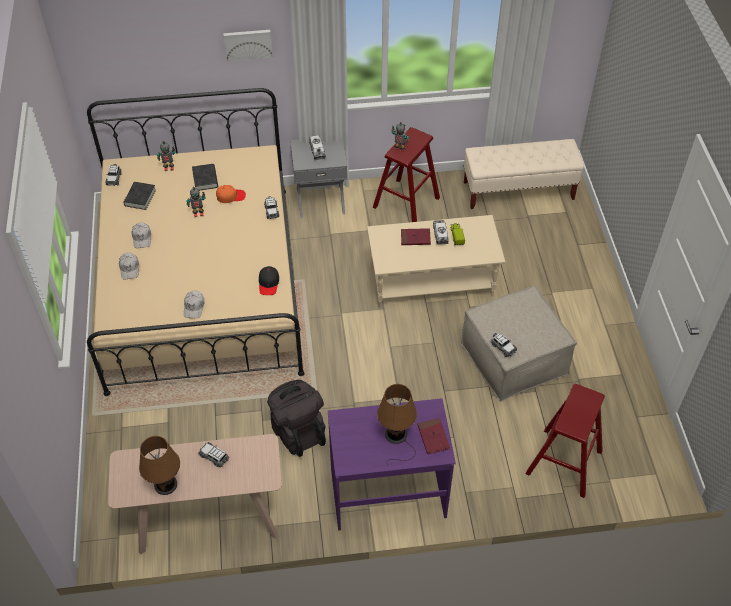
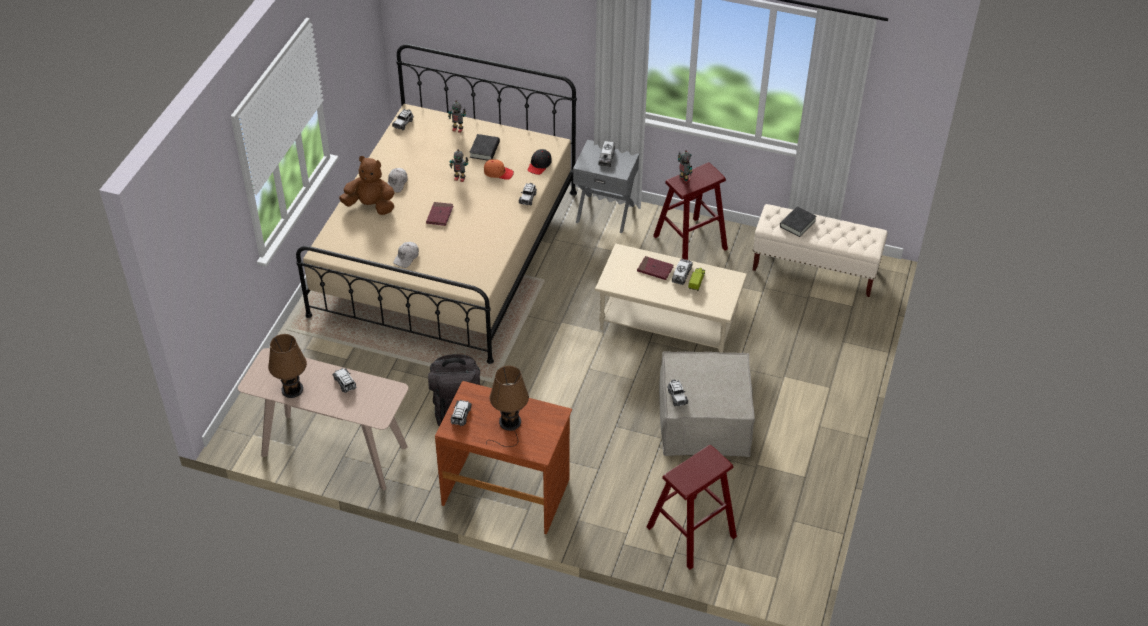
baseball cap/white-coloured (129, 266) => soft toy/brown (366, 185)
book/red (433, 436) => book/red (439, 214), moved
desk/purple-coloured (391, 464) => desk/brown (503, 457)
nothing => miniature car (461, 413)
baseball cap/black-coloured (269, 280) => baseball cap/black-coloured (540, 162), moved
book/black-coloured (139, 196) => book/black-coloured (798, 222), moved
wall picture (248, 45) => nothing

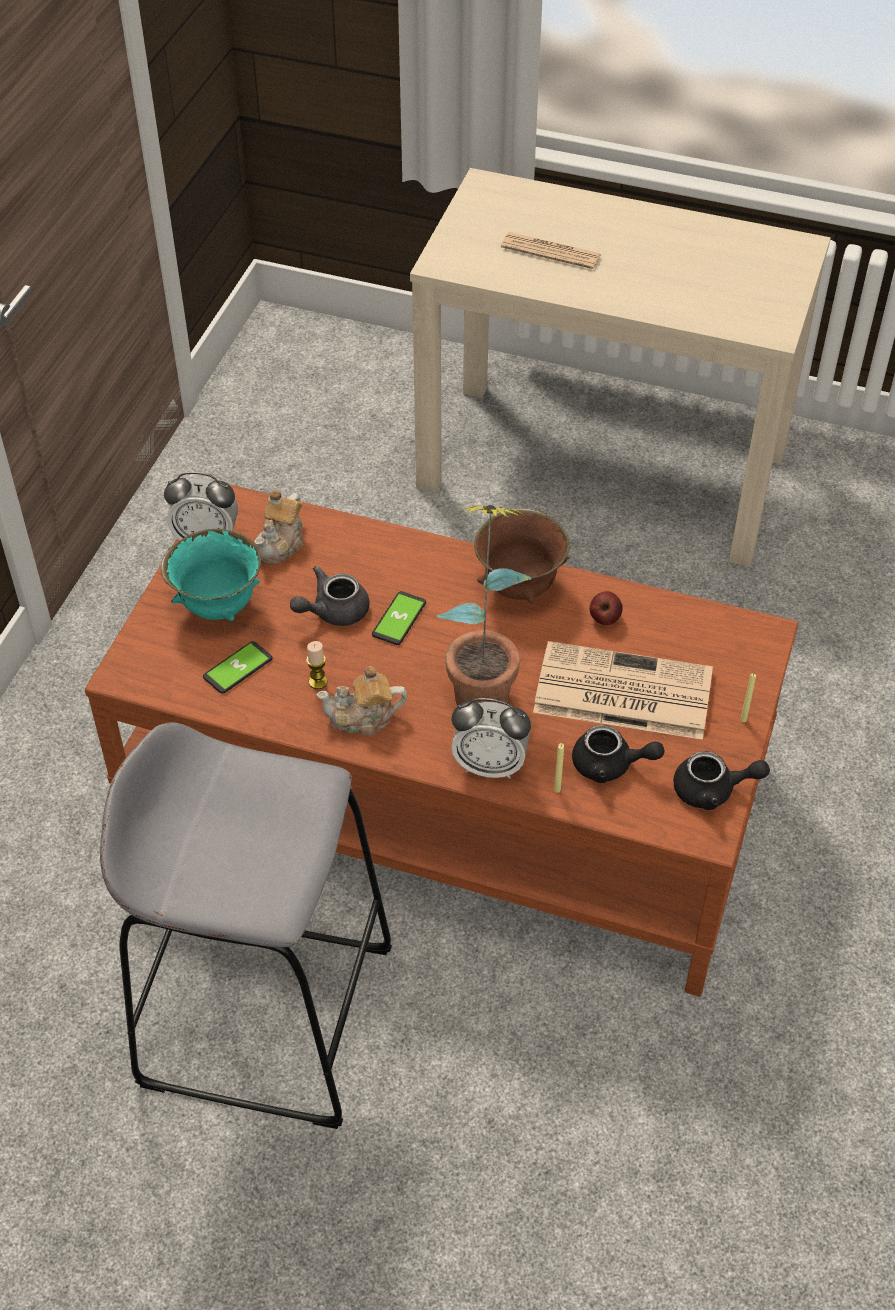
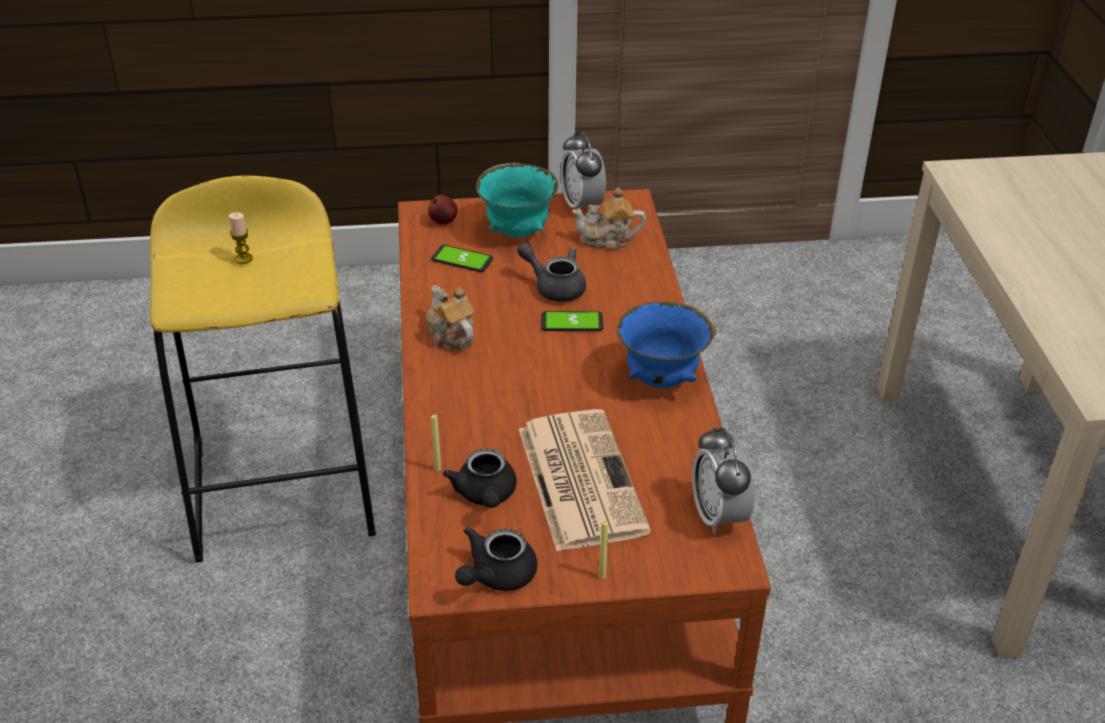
stool seat/grey (246, 925) => stool seat/yellowish (263, 369)
candle (316, 665) => candle (241, 238), moved
whole apple (606, 608) => whole apple (443, 210), moved
teapot/black-coloured (721, 780) => teapot/black-coloured (496, 559), 60 degrees clockwise
serving bowl/brown (522, 555) => serving bowl/bluish (666, 345)
table clock (491, 738) => table clock (723, 480), moved
houseplant (484, 605) => nothing
newspaper (551, 250) => nothing

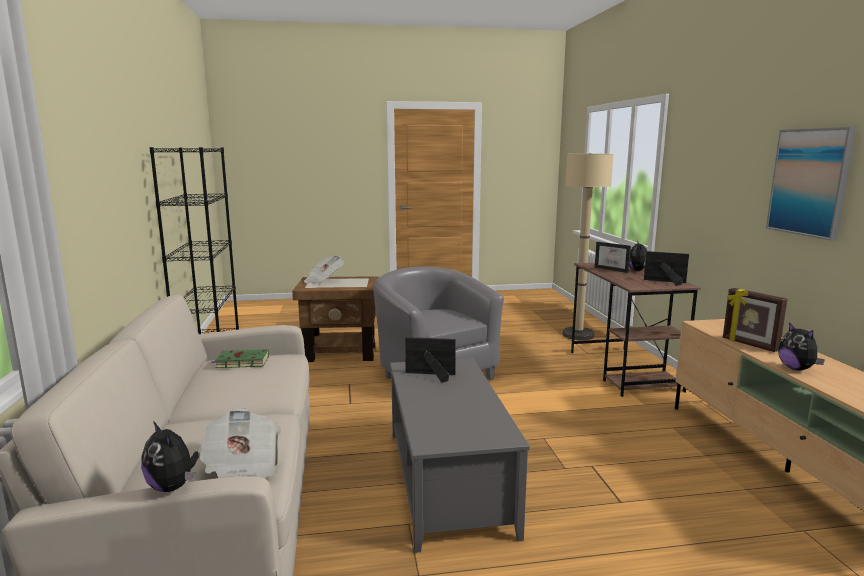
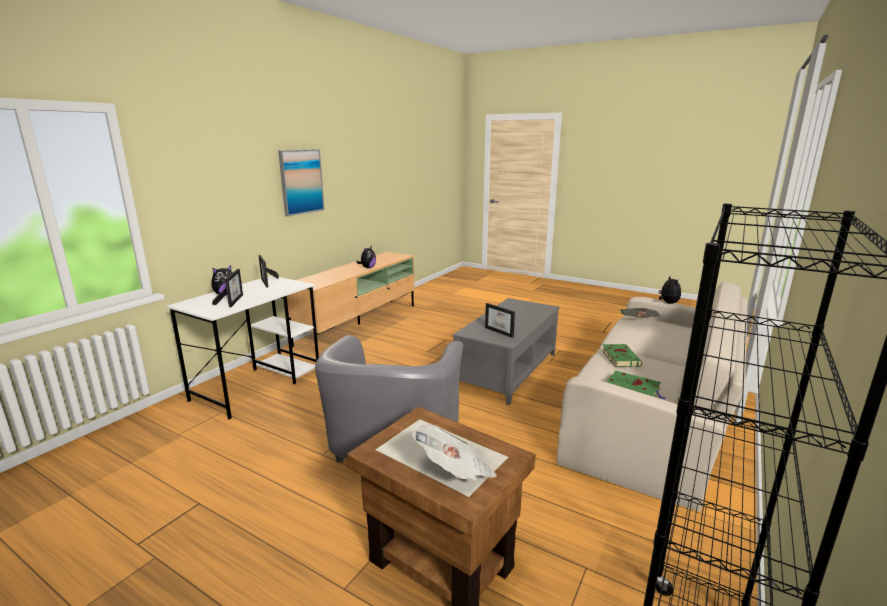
desk/brown (636, 330) => desk/white-coloured (242, 347)
nothing => book/green-coloured (622, 355)
floor lamp/sand-coloured (588, 246) => nothing
picture frame (755, 320) => nothing

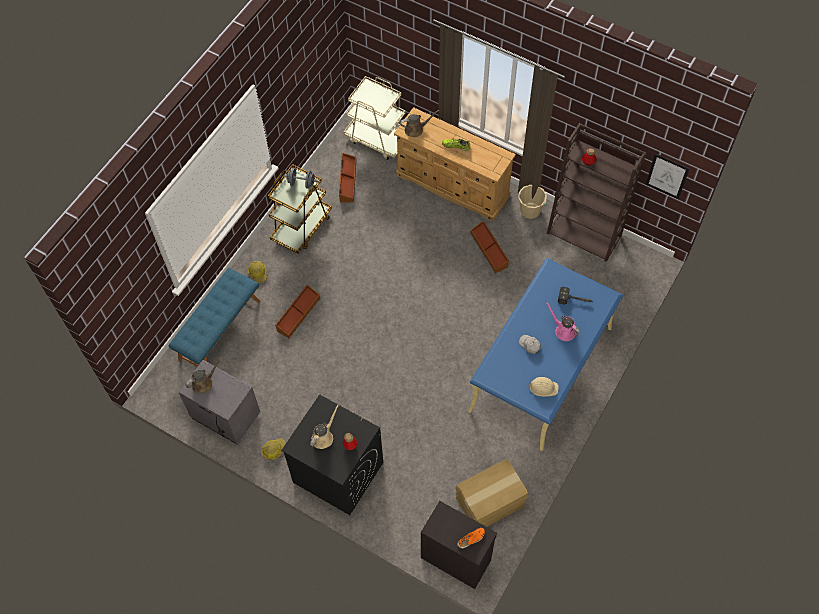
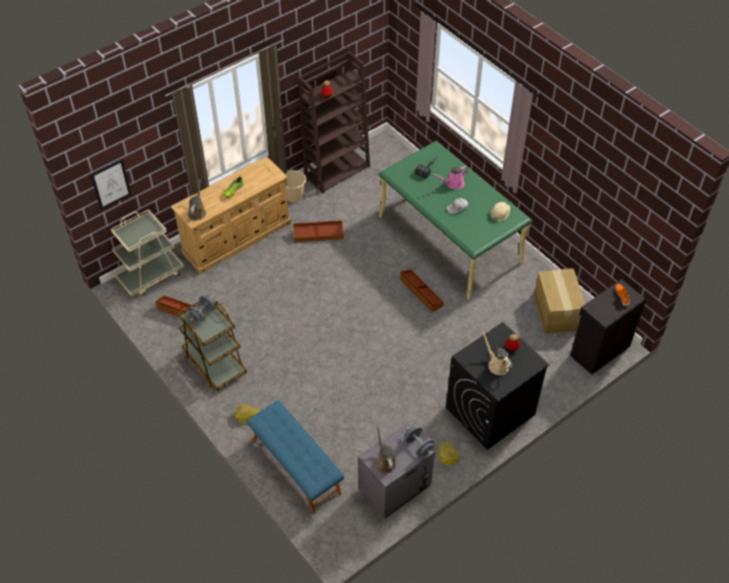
wall picture (668, 176) => wall picture (111, 184), moved
desk/bluish (545, 354) => desk/green-coloured (456, 220)
storage container/brown (297, 311) => storage container/brown (422, 290), moved
nothing => dumbbell/grey (419, 441)

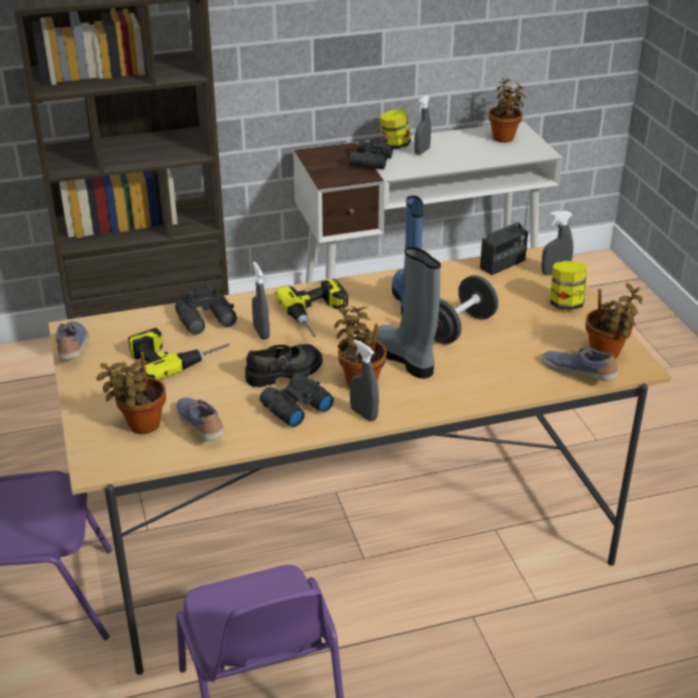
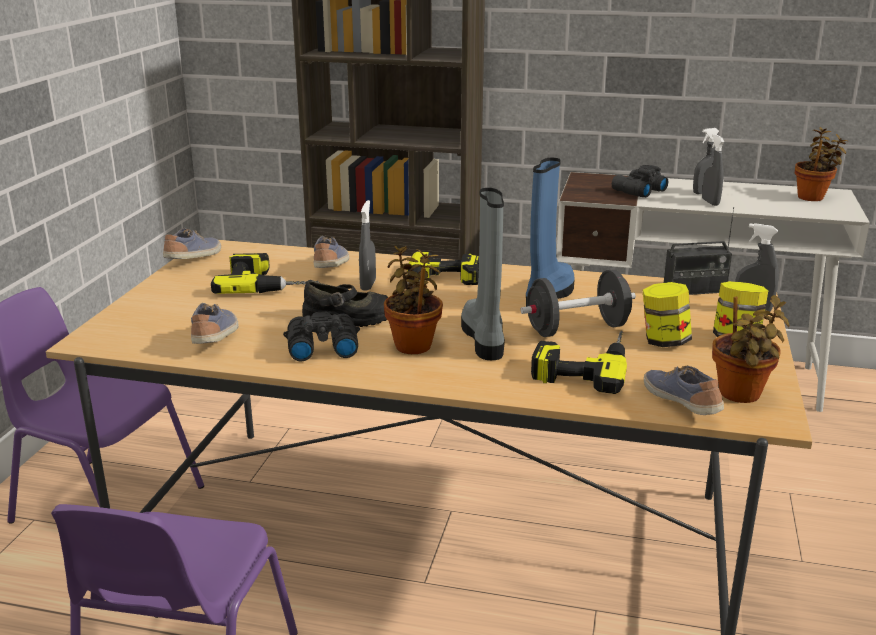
pair of binoculars/black-coloured (206, 308) => shoe (331, 252)
nothing => drill (579, 362)
preserve jar (395, 129) => preserve jar (667, 314), moved
spray bottle/grey (364, 380) => spray bottle/grey (713, 170), moved
houseplant (131, 393) => nothing

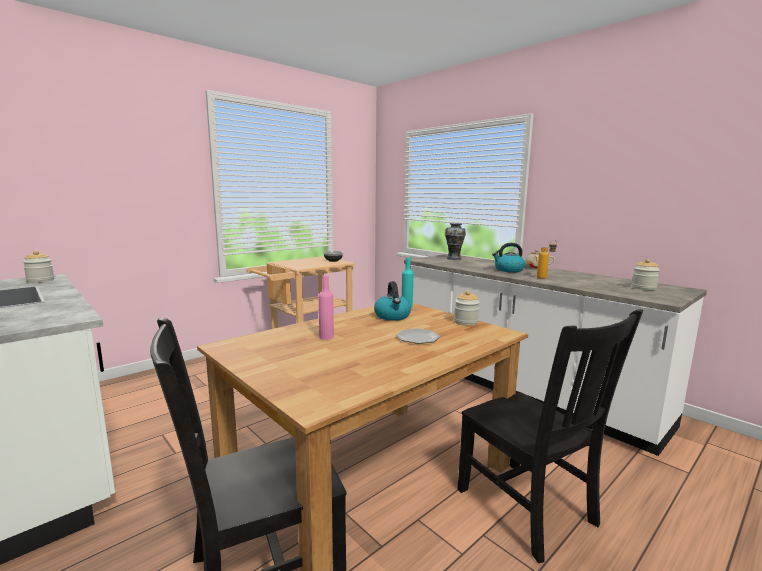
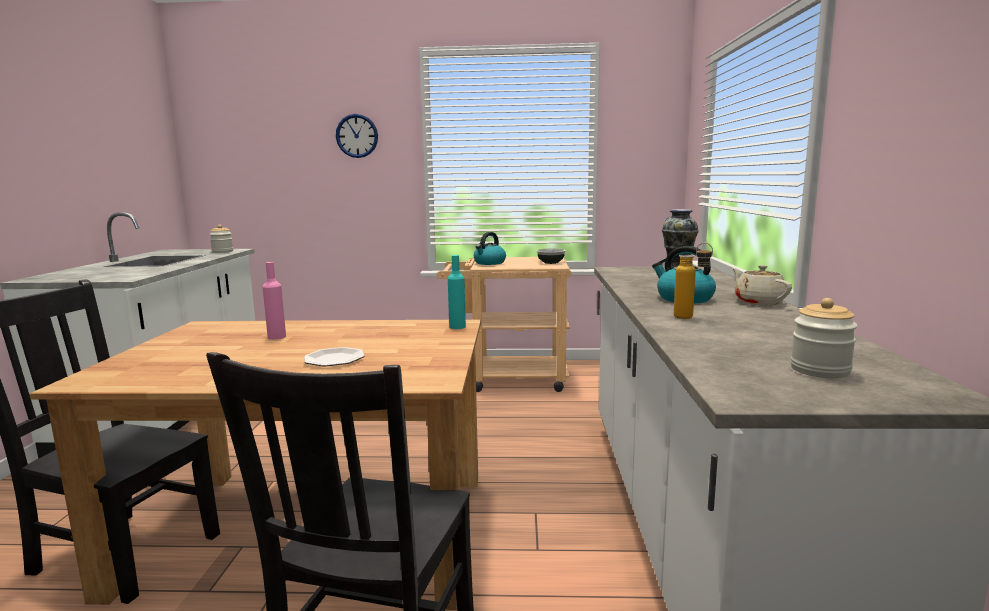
nothing => clock on the wall (357, 136)
tea kettle (392, 301) => tea kettle (490, 248), moved
preserve jar (467, 308) => nothing

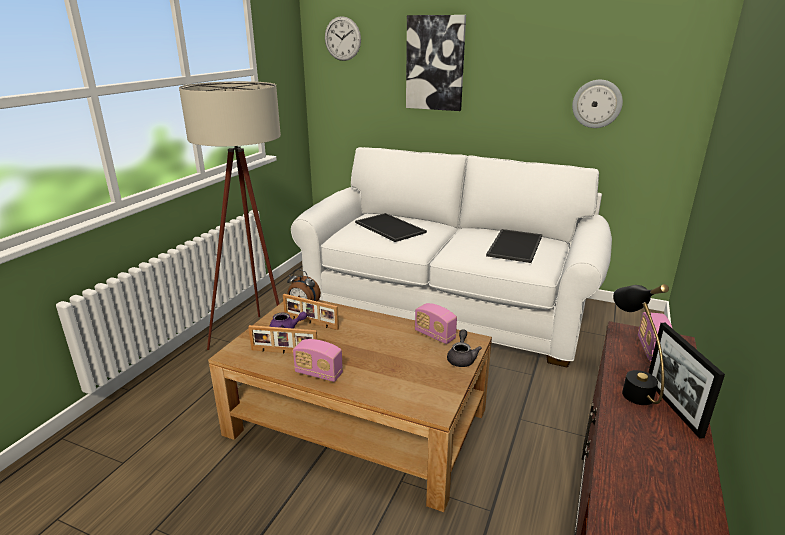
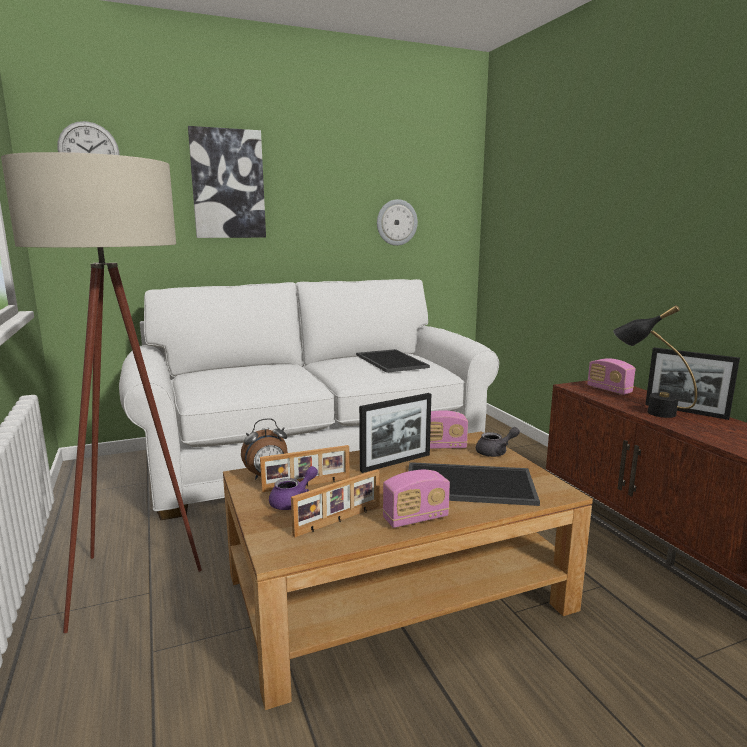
nothing => picture frame (395, 433)
serving tray (391, 227) => serving tray (474, 484), moved
teapot/grey (464, 348) => teapot/grey (498, 442), 105 degrees clockwise

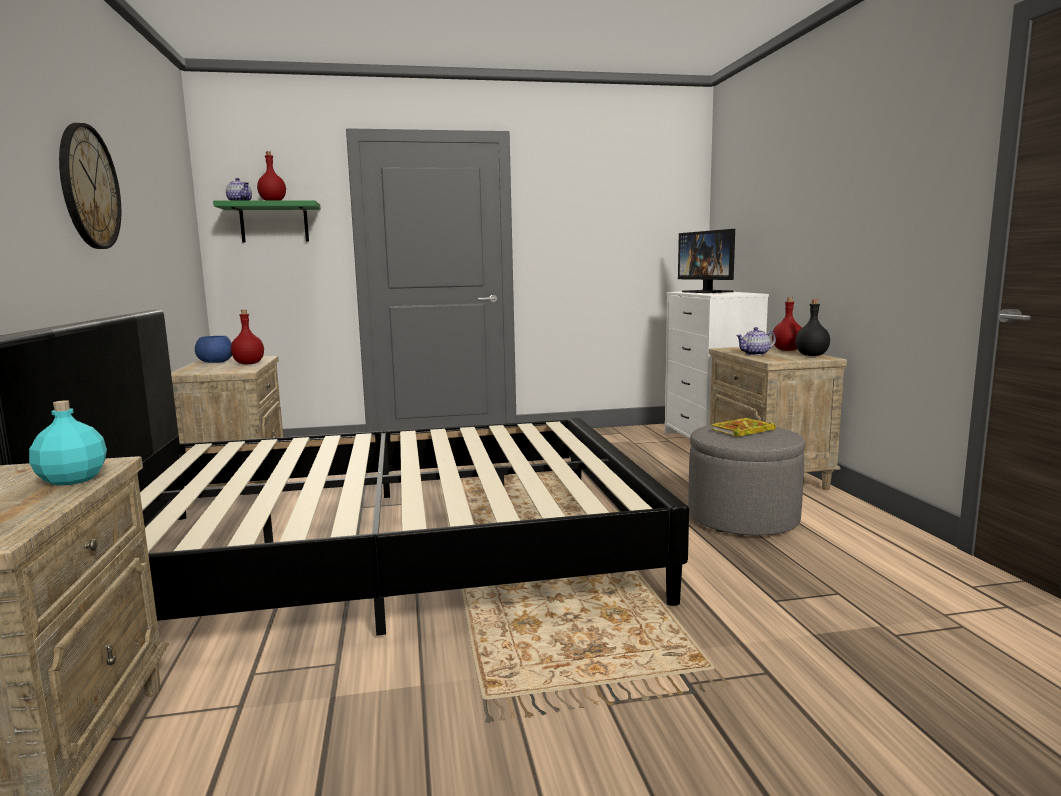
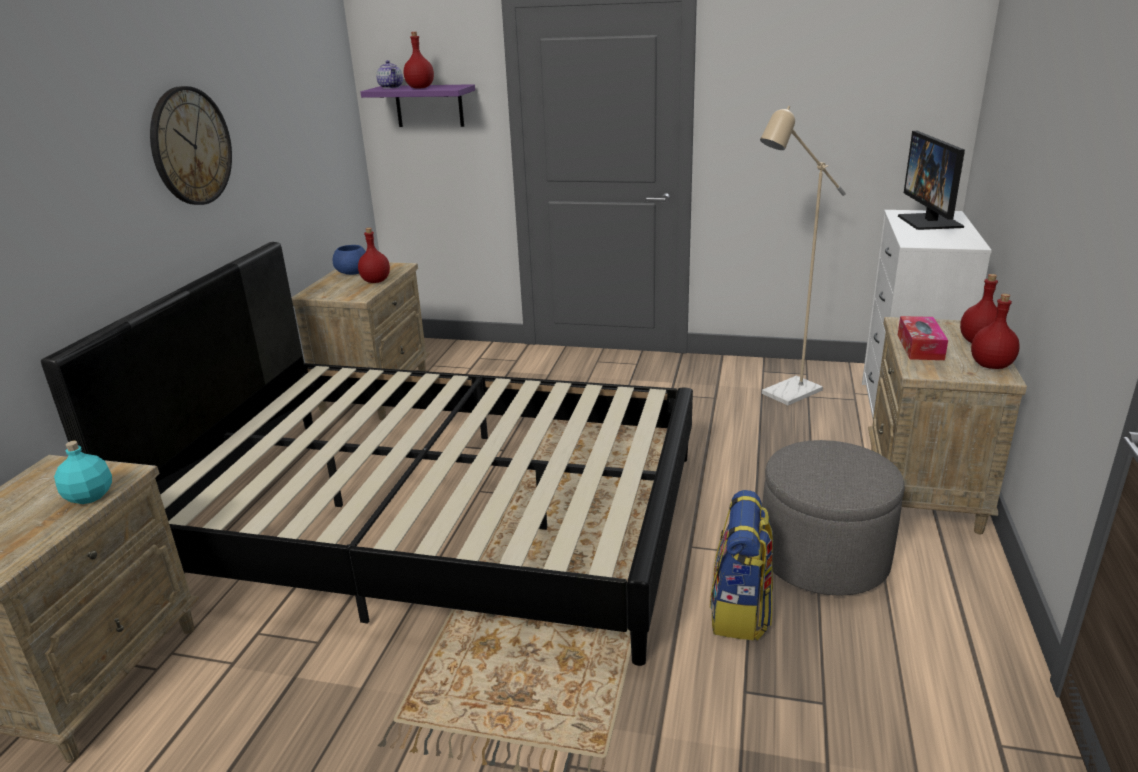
shelf/green-coloured (267, 221) => shelf/purple-coloured (418, 105)
nothing => backpack (741, 565)
nothing => floor lamp/sand-coloured (803, 255)
teapot (756, 341) => box of tissues (923, 338)
bottle/black-coloured (812, 327) => bottle/red (995, 331)
book (743, 427) => nothing

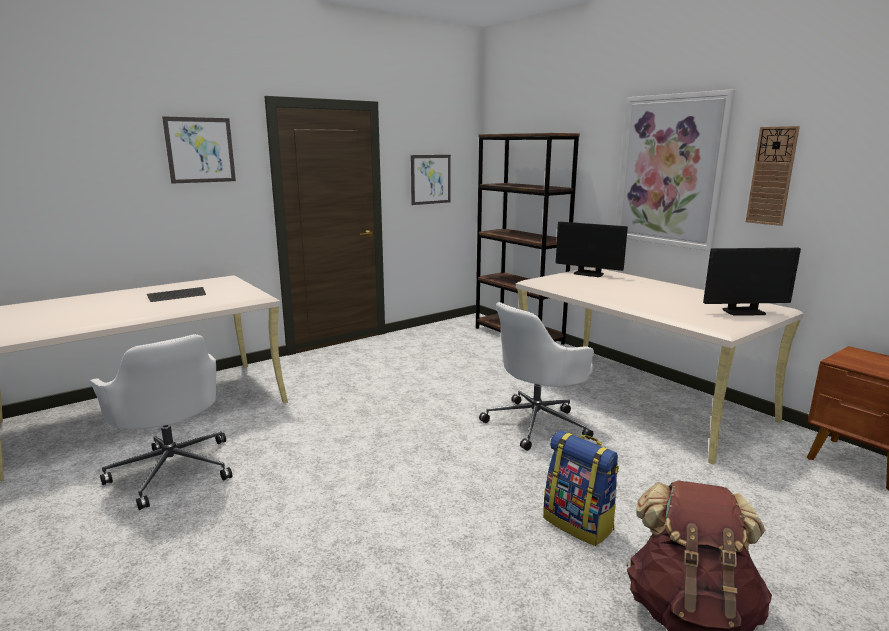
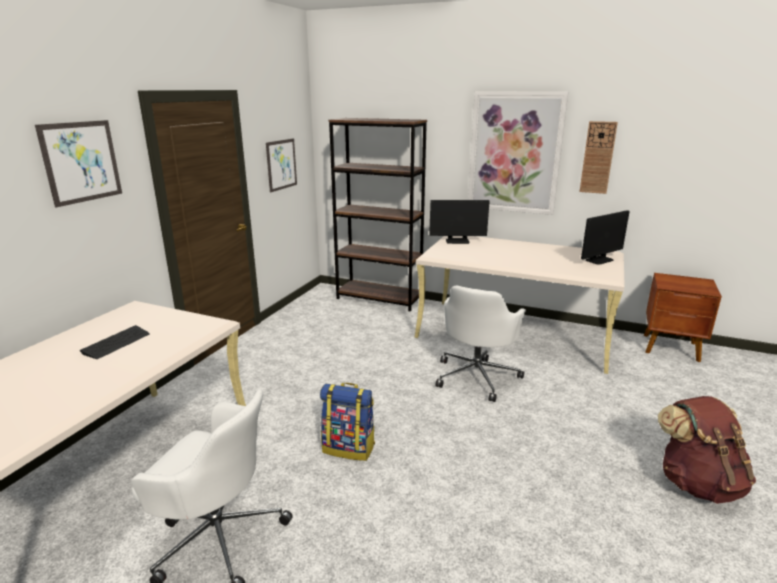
backpack (581, 488) => backpack (347, 422), moved

